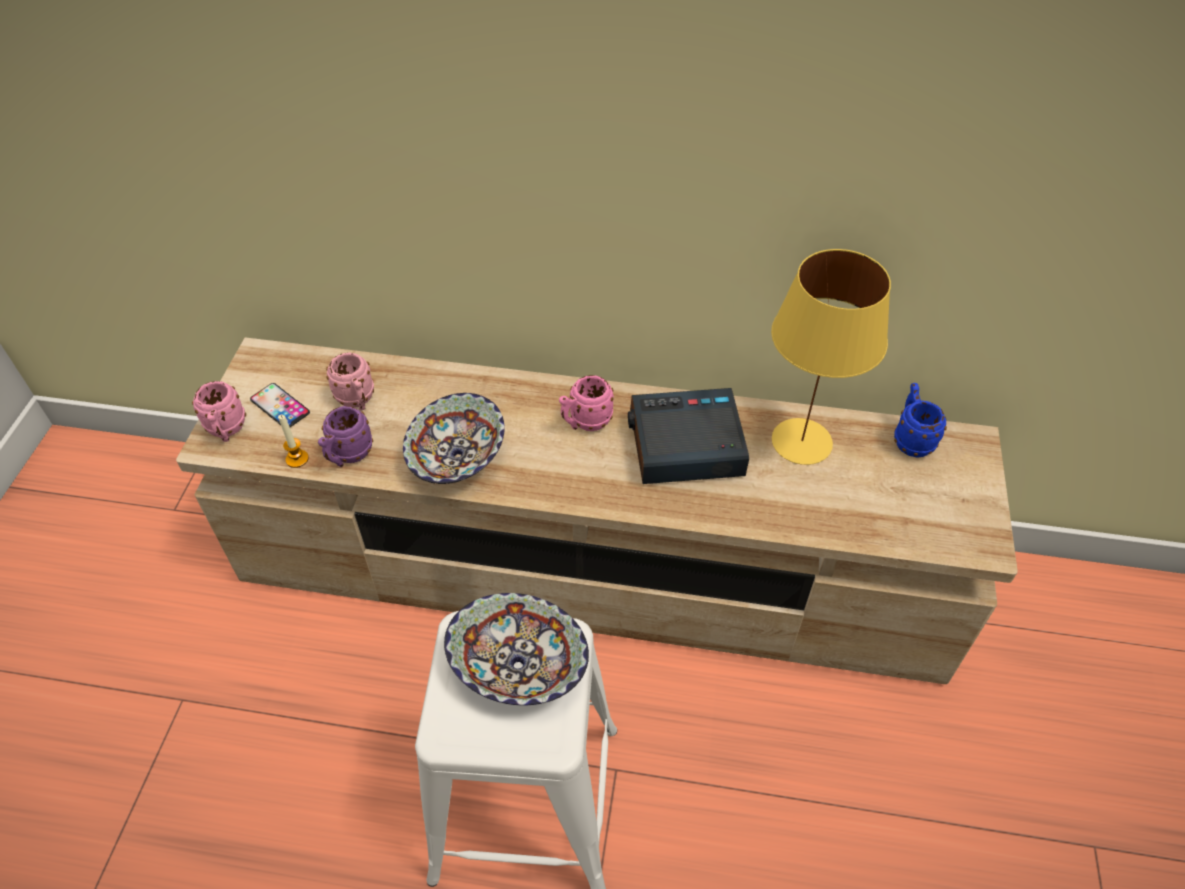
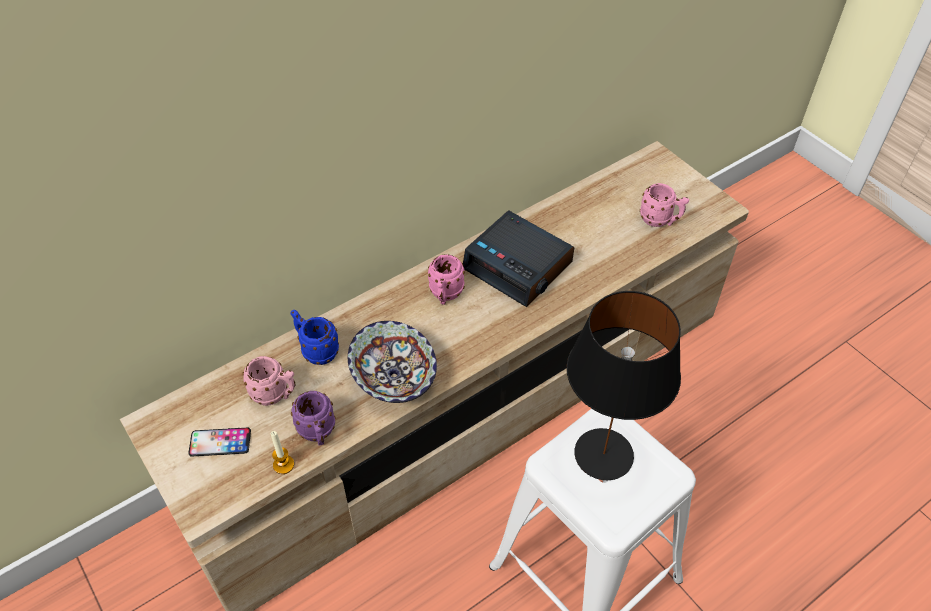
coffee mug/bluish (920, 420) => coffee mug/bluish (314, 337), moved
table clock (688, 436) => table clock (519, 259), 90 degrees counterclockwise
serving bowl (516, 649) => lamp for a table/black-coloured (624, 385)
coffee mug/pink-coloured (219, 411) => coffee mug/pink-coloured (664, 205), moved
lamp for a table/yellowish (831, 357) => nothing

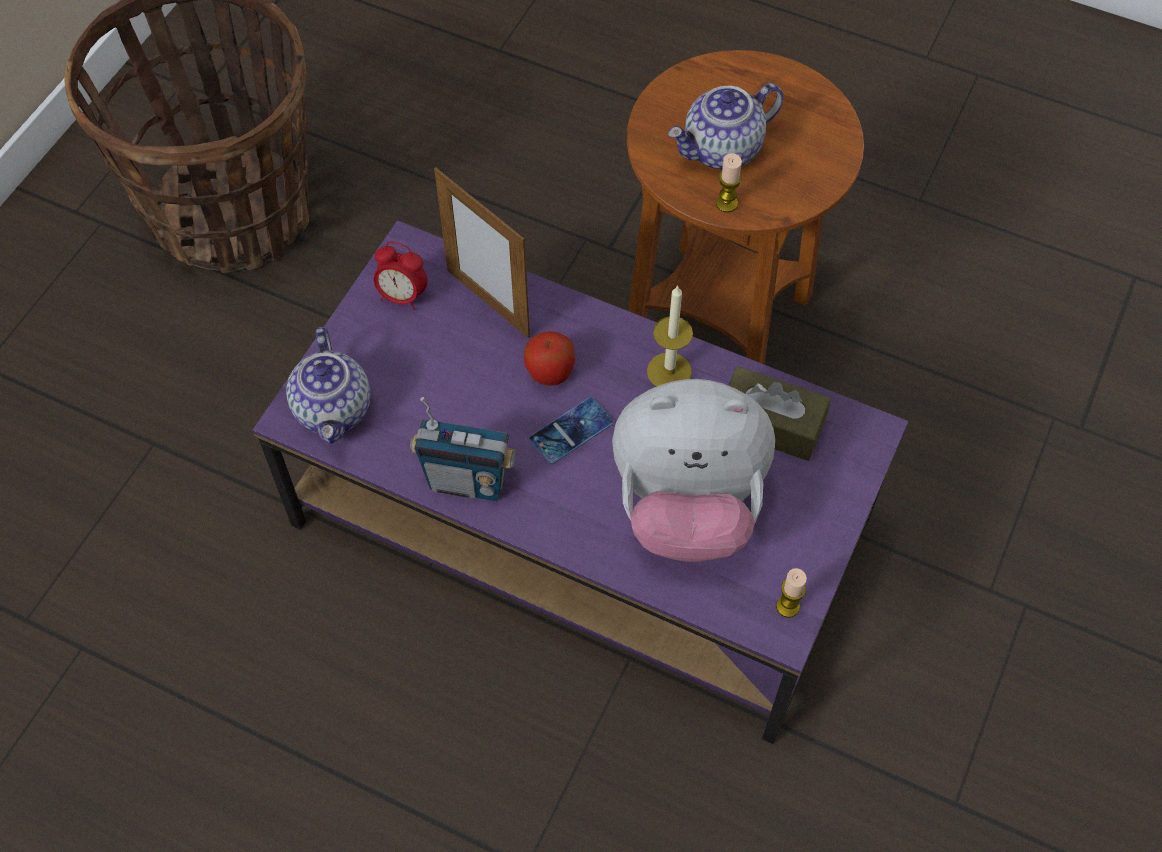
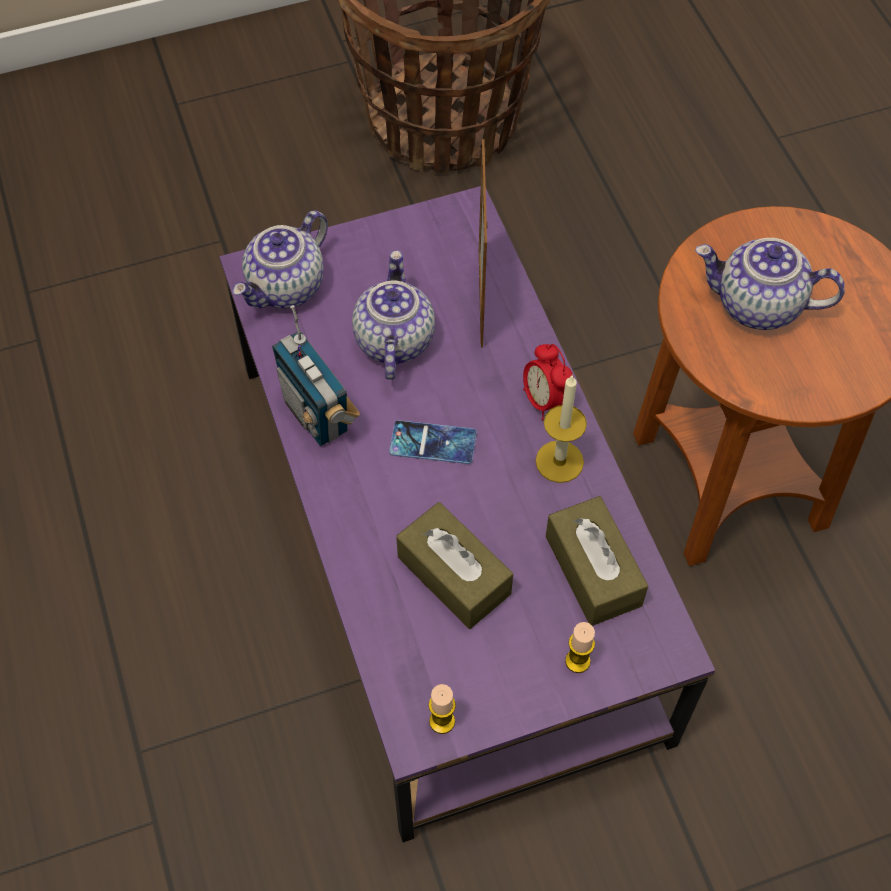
nothing => teapot (393, 315)
soft toy (693, 470) => box of tissues/brown (454, 565)
table clock (401, 276) => table clock (548, 382), moved
candle (729, 183) => candle (580, 647), moved
whole apple (549, 358) => nothing

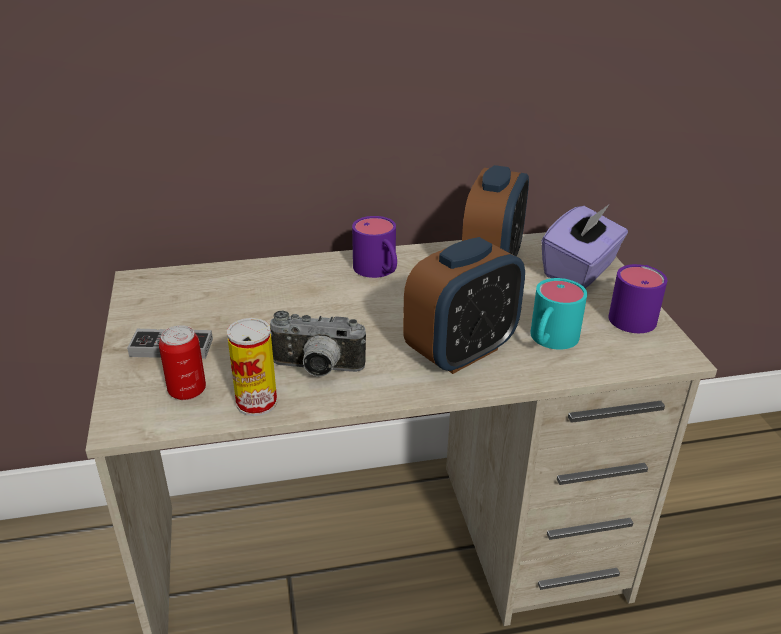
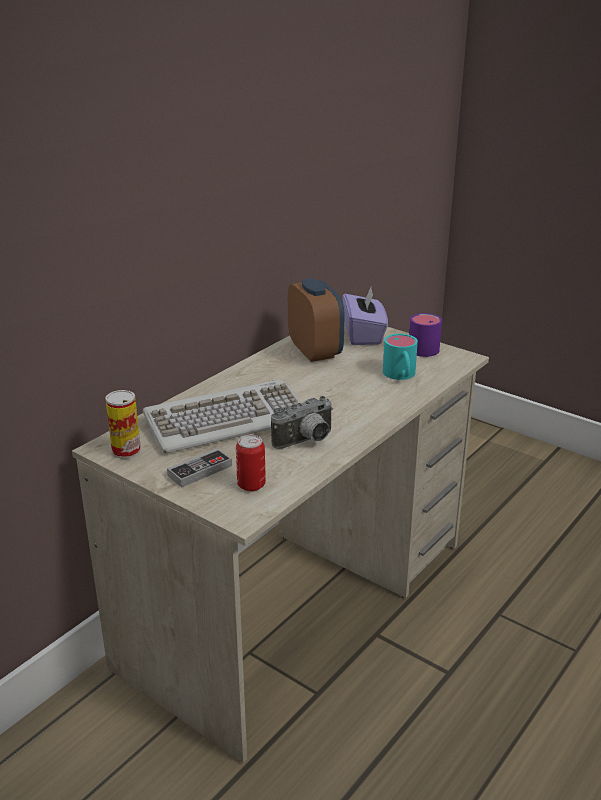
can (252, 367) => can (123, 424), moved
nothing => computer keyboard (222, 416)
coffee mug/purple-coloured (374, 247) => nothing
table clock (464, 305) => nothing

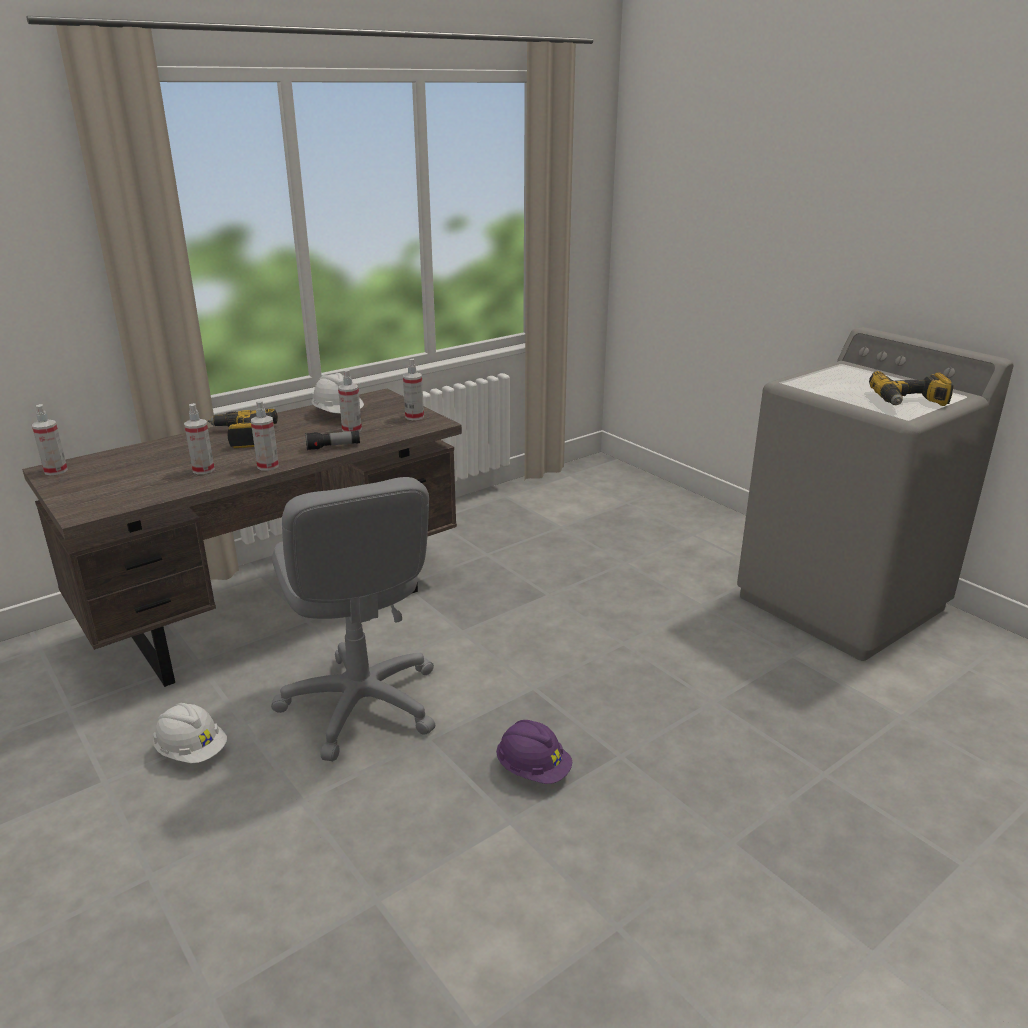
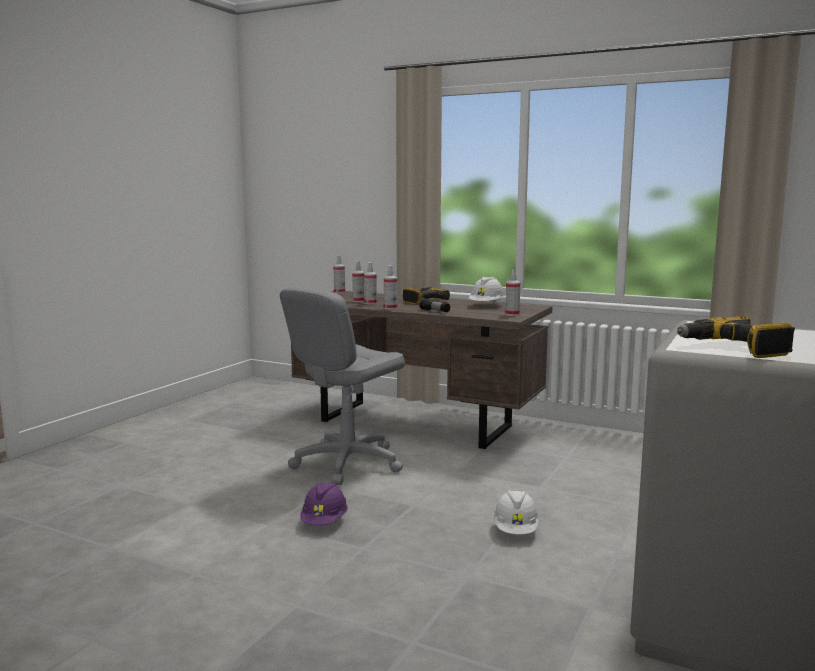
spray bottle (350, 400) => spray bottle (358, 281), moved
work helmet/white-coloured (190, 733) => work helmet/white-coloured (516, 512), moved

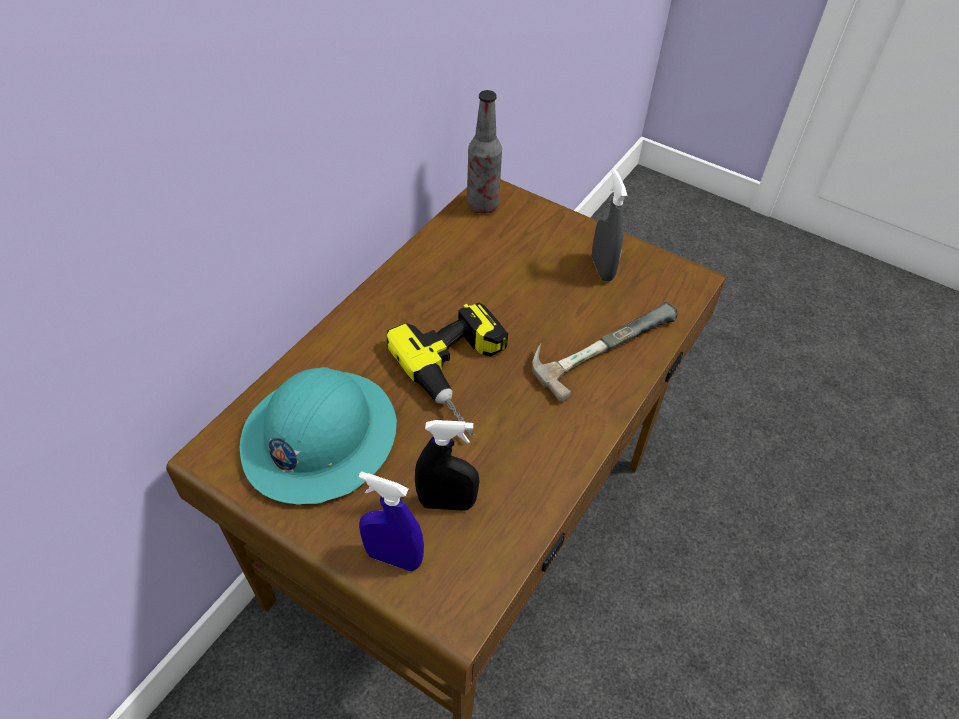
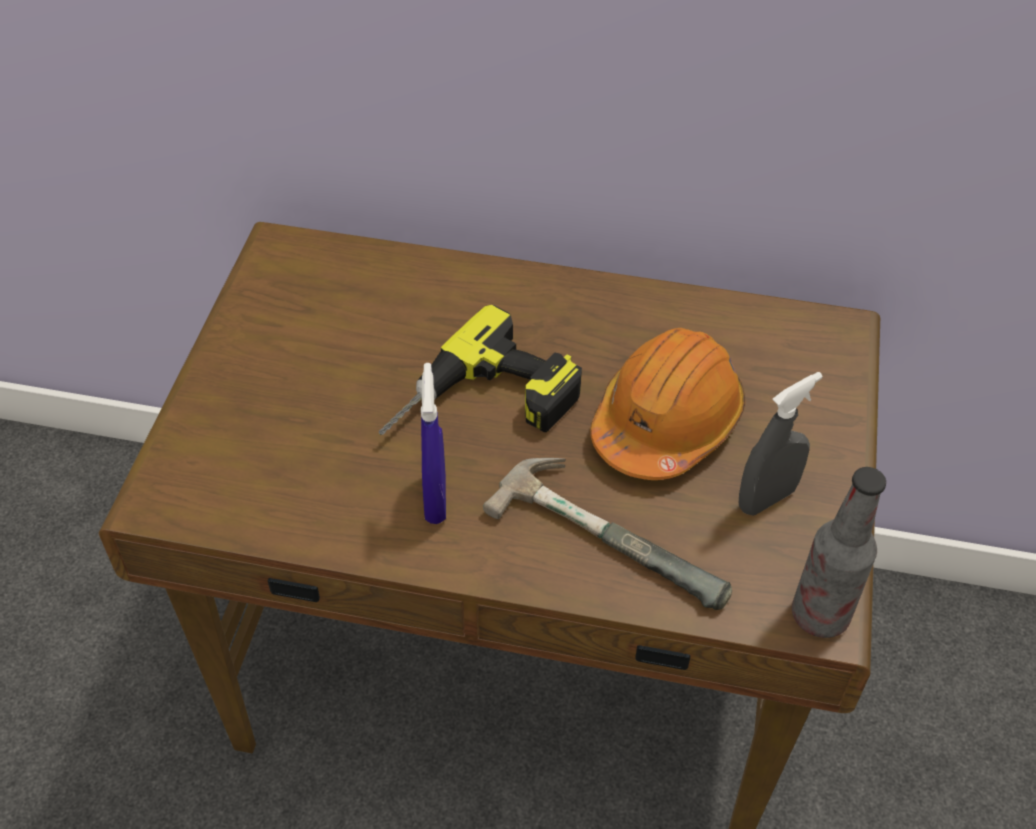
spray bottle/bluish (391, 521) => spray bottle/bluish (433, 443), moved
nothing => work helmet/orange (667, 404)
bottle (484, 151) => bottle (839, 552), moved
work helmet/blue-green (318, 435) => nothing
spray bottle/black-coloured (447, 465) => nothing

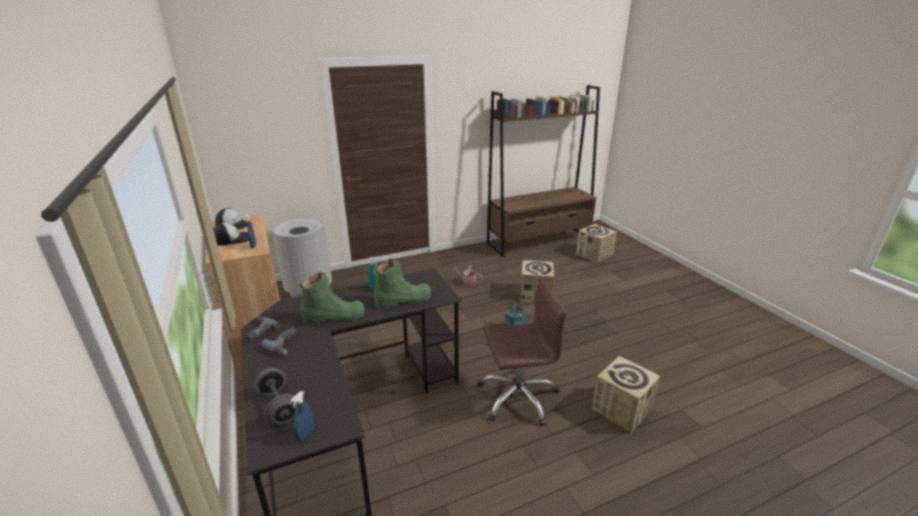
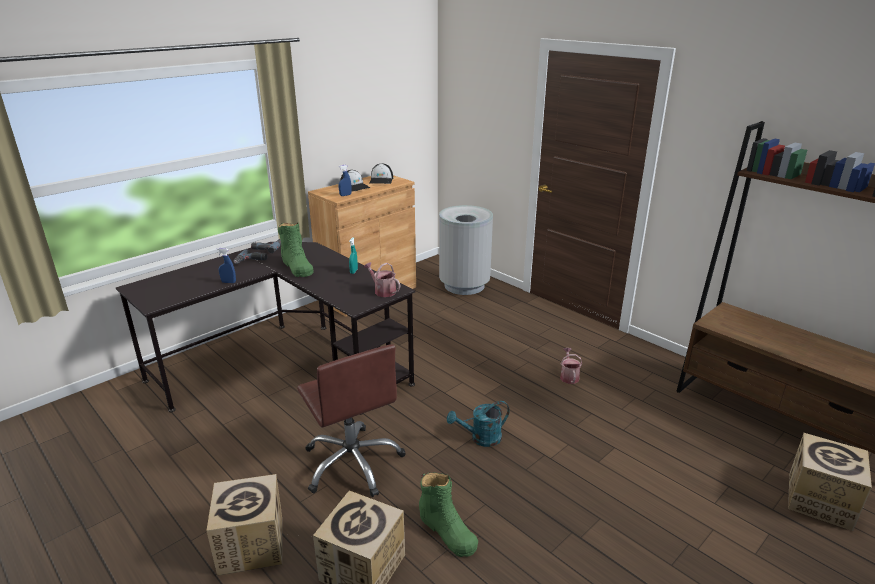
packing box (537, 281) => packing box (244, 525), moved
spray bottle/bluish (302, 416) => spray bottle/bluish (226, 265), moved
nothing => watering can (381, 279)
high-top boot/green-coloured (402, 283) => high-top boot/green-coloured (448, 514), moved
dumbbell/grey (276, 396) => nothing

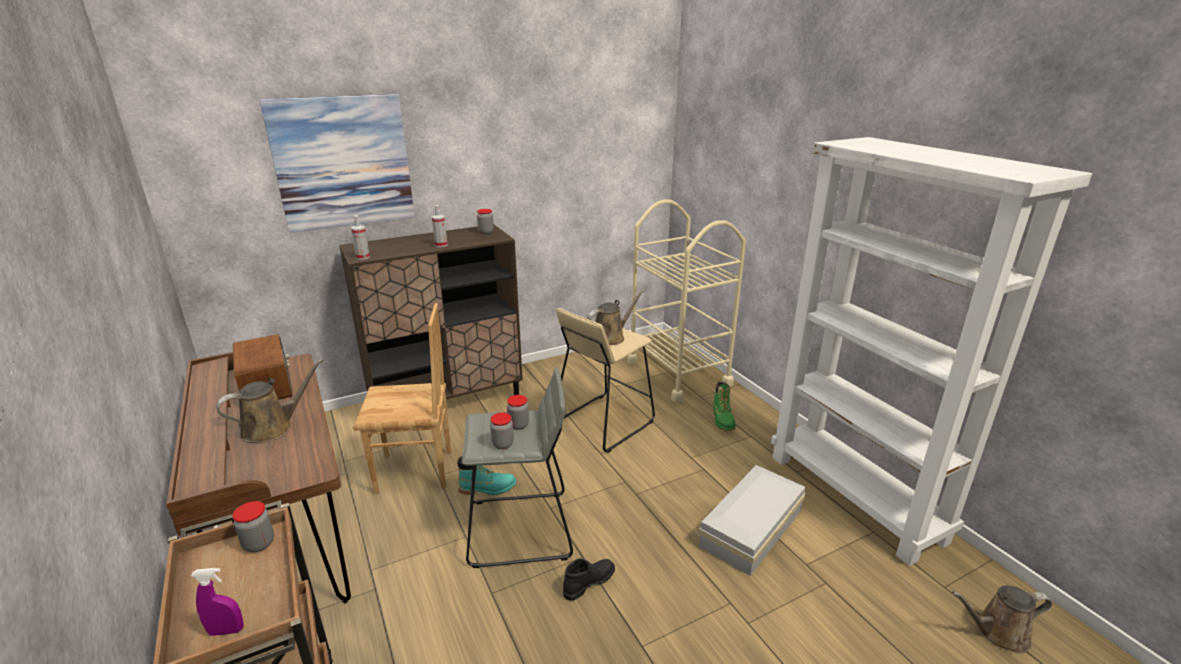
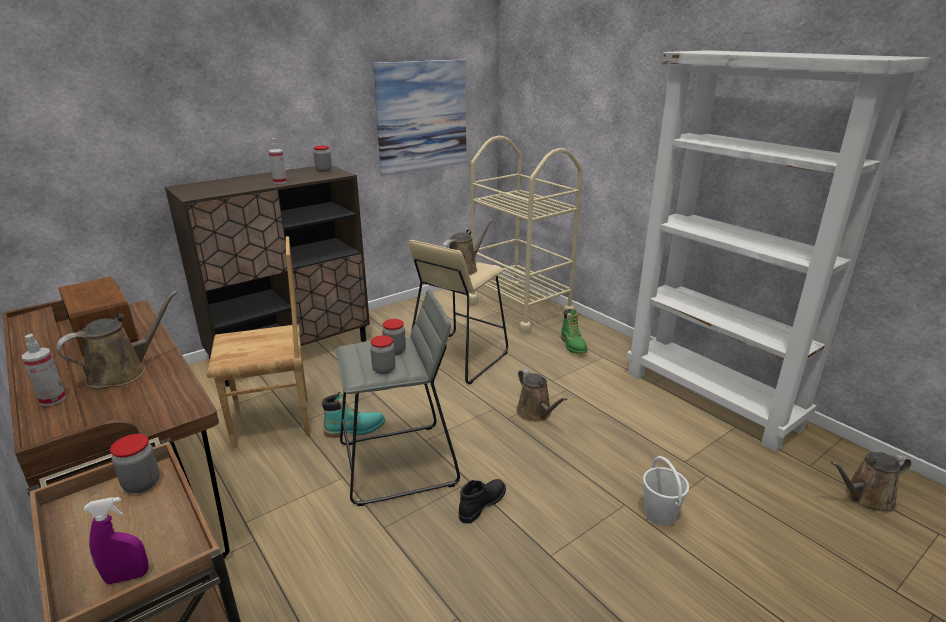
spray bottle (360, 237) => spray bottle (44, 370), moved
wall picture (337, 163) => wall picture (419, 117), moved
nothing => watering can/brown (542, 395)
nothing => water bucket/white-coloured (666, 491)
storage container/white-coloured (752, 520) => nothing

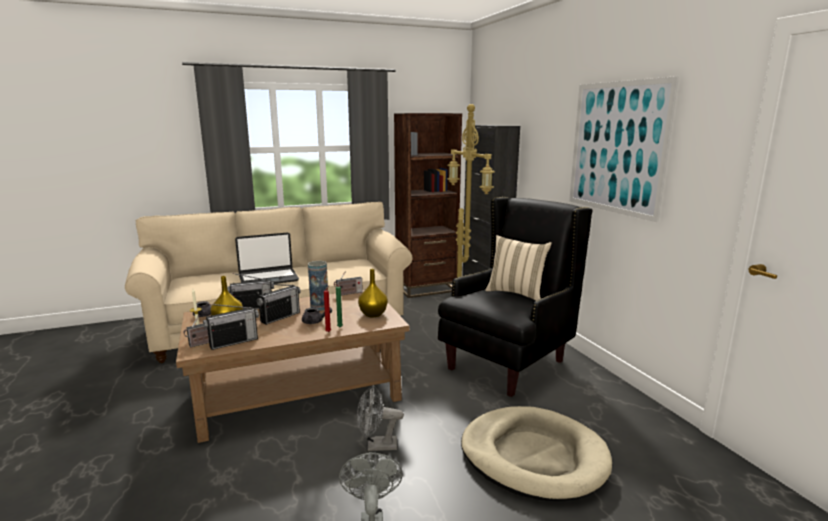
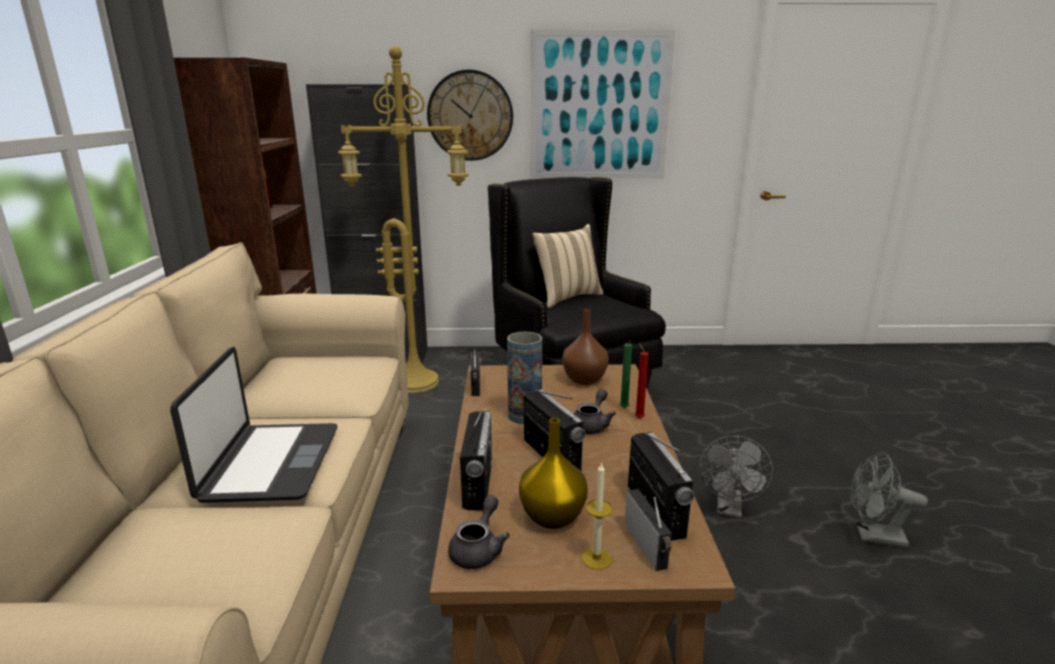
nothing => clock on the wall (470, 115)
vase/yellowish (373, 293) => vase/brown (585, 347)
dog cushion/sand-coloured (536, 453) => nothing

